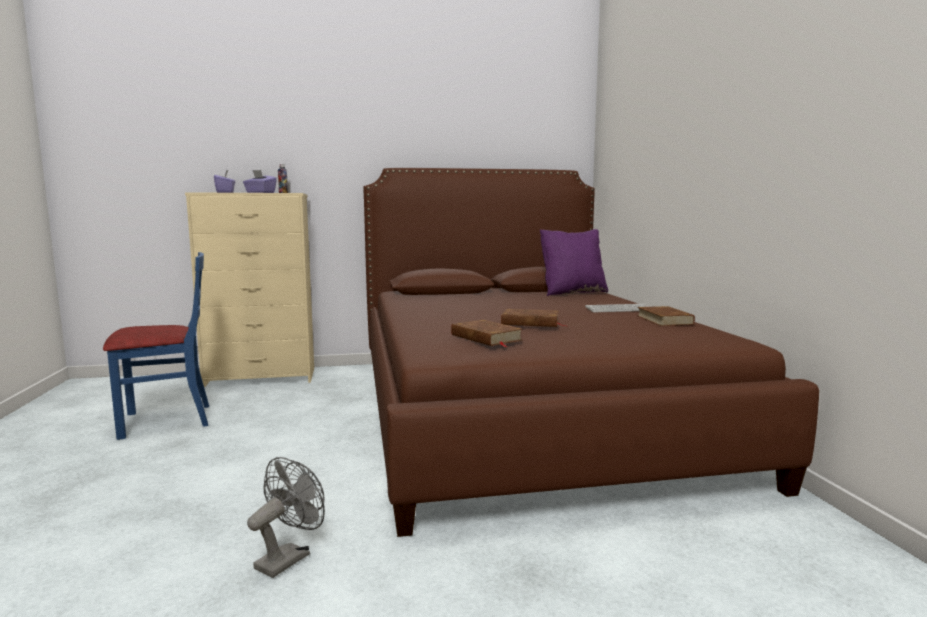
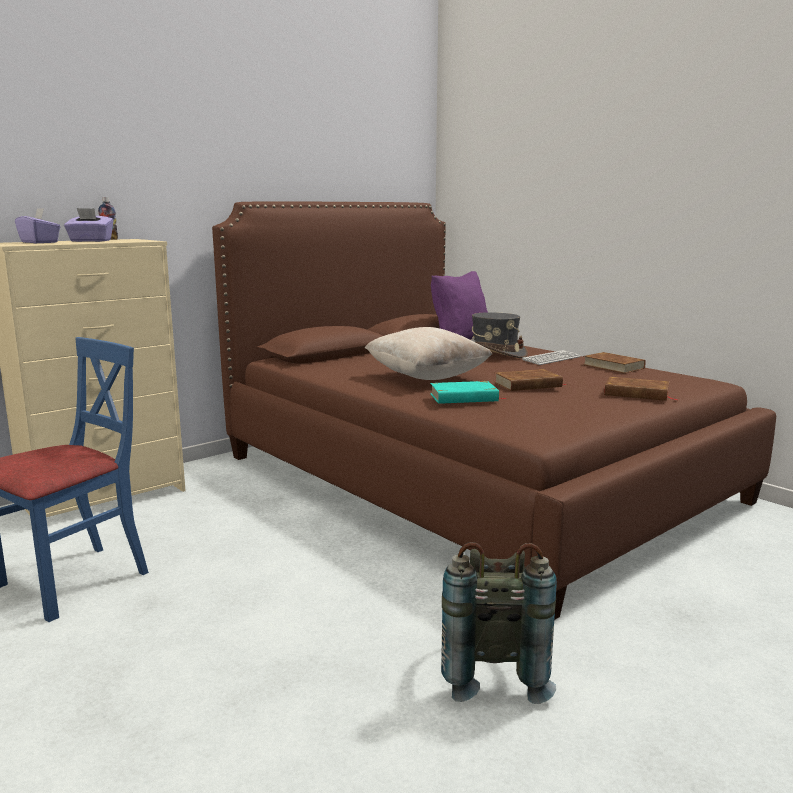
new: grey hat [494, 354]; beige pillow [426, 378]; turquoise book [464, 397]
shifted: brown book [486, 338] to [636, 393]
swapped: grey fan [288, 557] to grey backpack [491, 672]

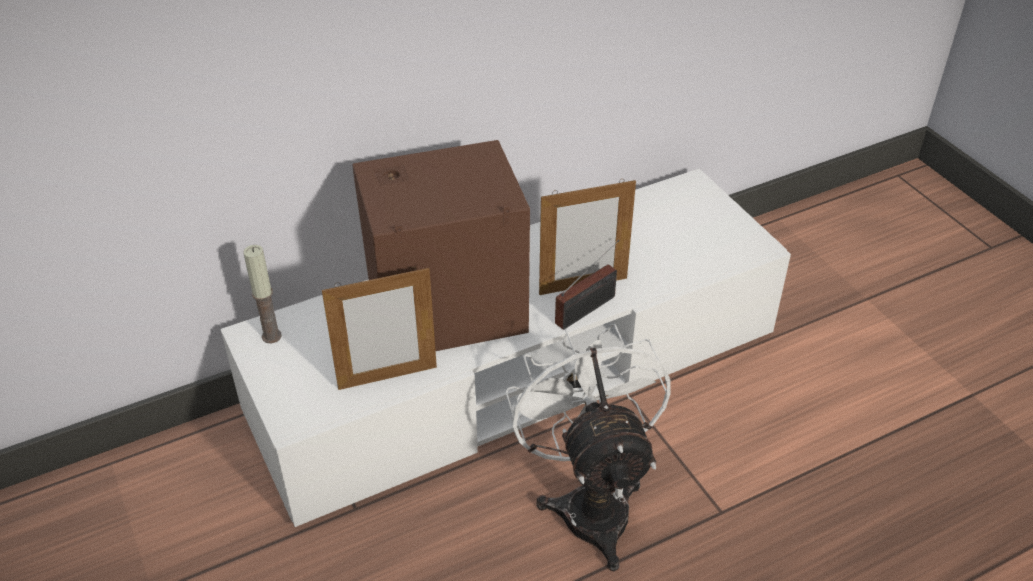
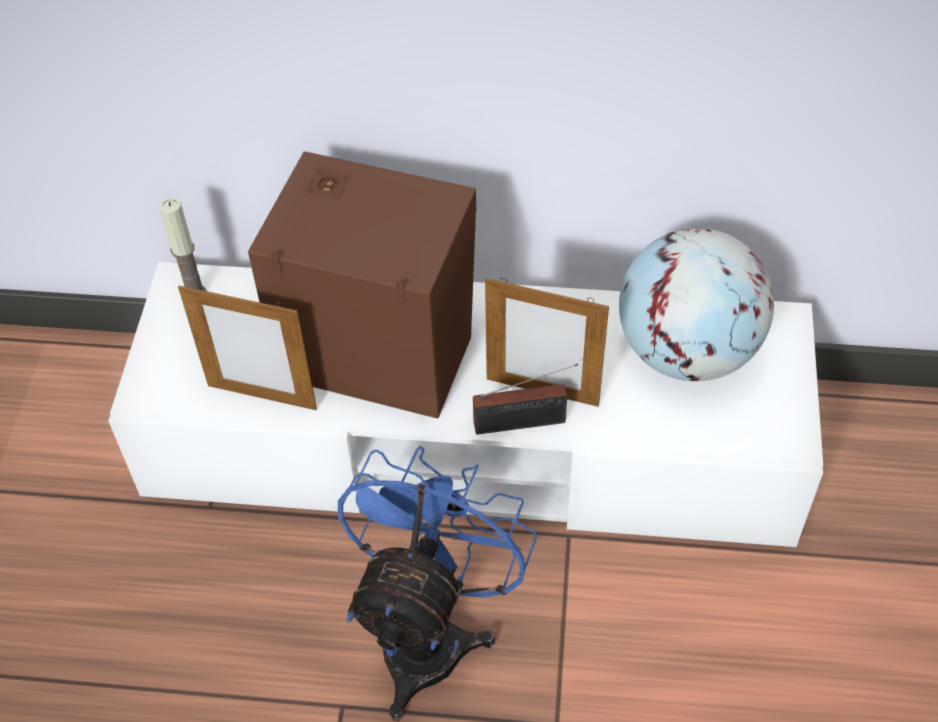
new: globe [687, 351]
repainted: white fan [590, 502] to blue fan [430, 632]

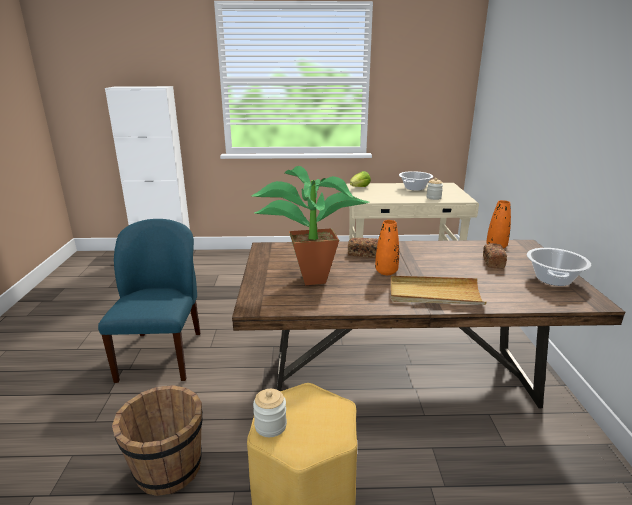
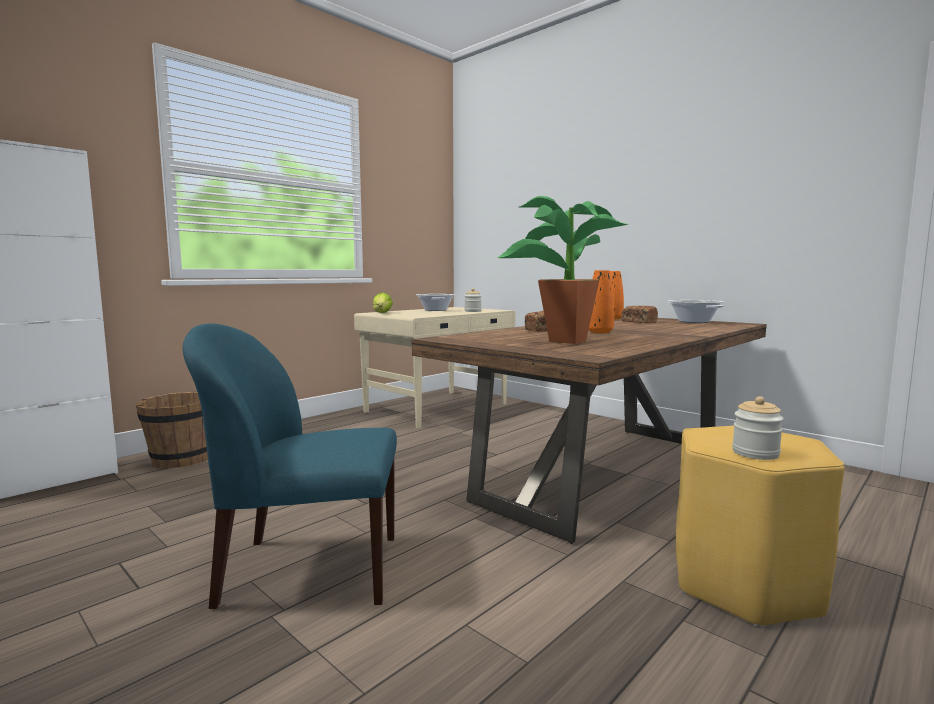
gone: beige tray [434, 294]
shifted: brown bucket [168, 468] to [182, 459]
rotated: blue chair [162, 355] = [307, 570] 45 degrees counterclockwise

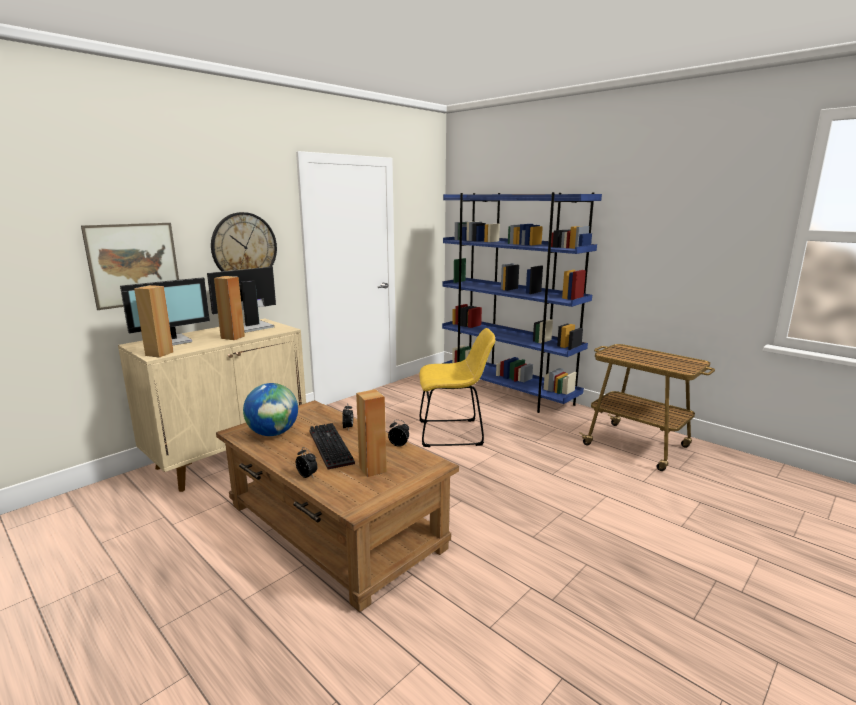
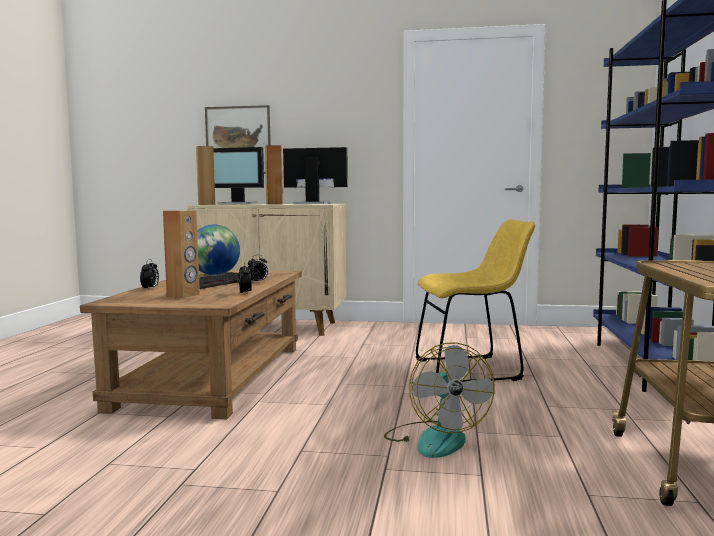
gone: wall clock [244, 247]
new: fan [435, 438]
rotated: yellow chair [454, 433] = [472, 370] 60 degrees counterclockwise

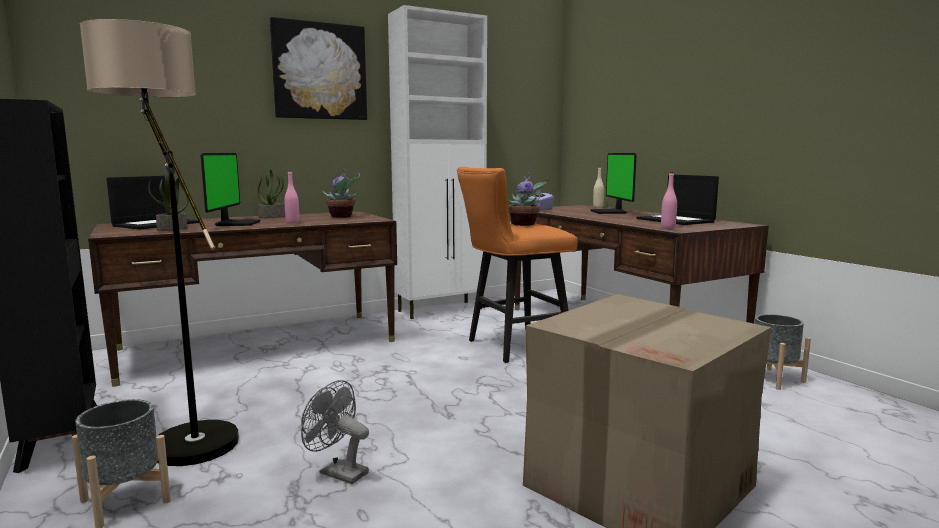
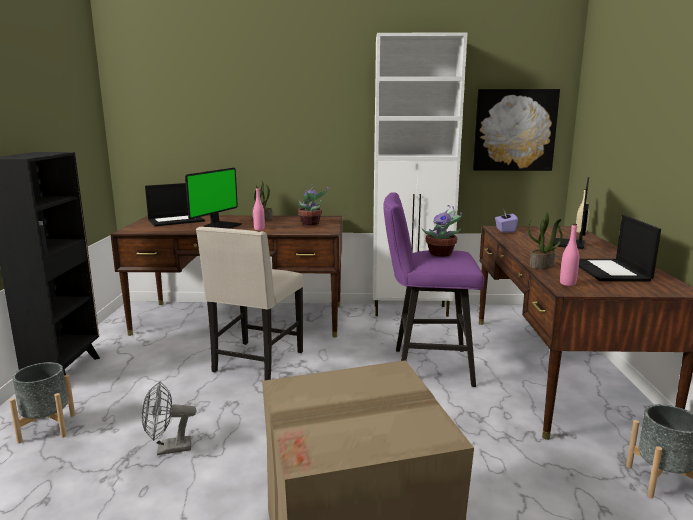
gone: floor lamp [184, 434]
new: beige chair [256, 362]
shifted: picture [319, 71] to [514, 130]; potted plant [172, 229] to [542, 266]
repainted: orange stool [512, 347] to purple stool [425, 366]
rotated: grey fan [337, 472] = [168, 449] 75 degrees counterclockwise

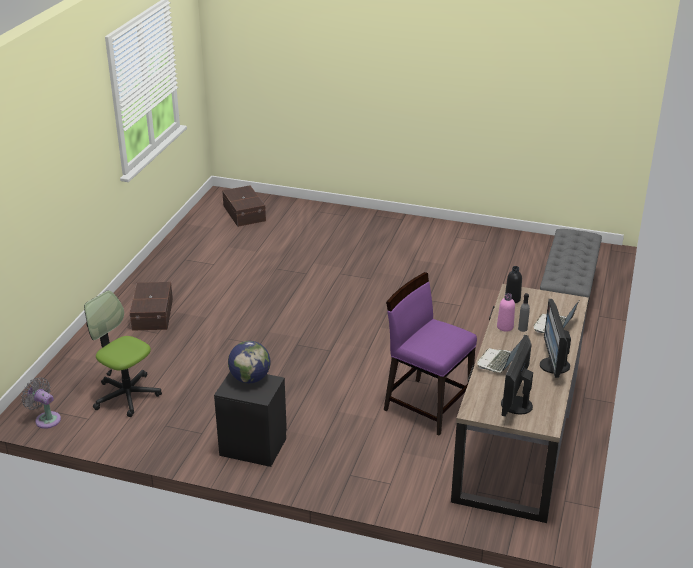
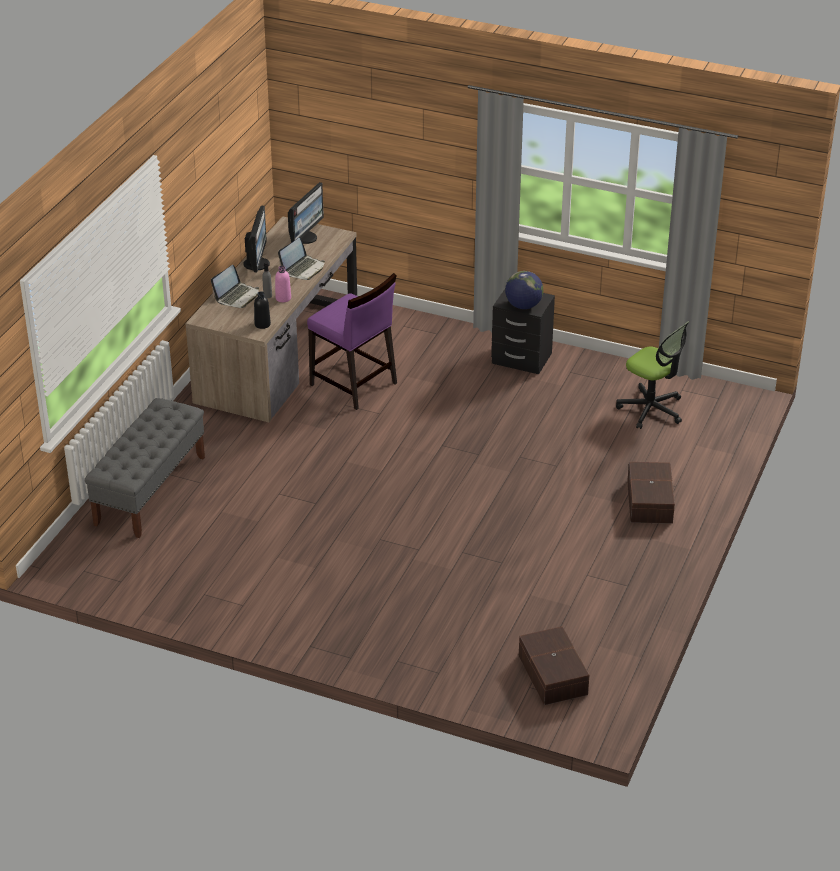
gone: grey fan [46, 419]

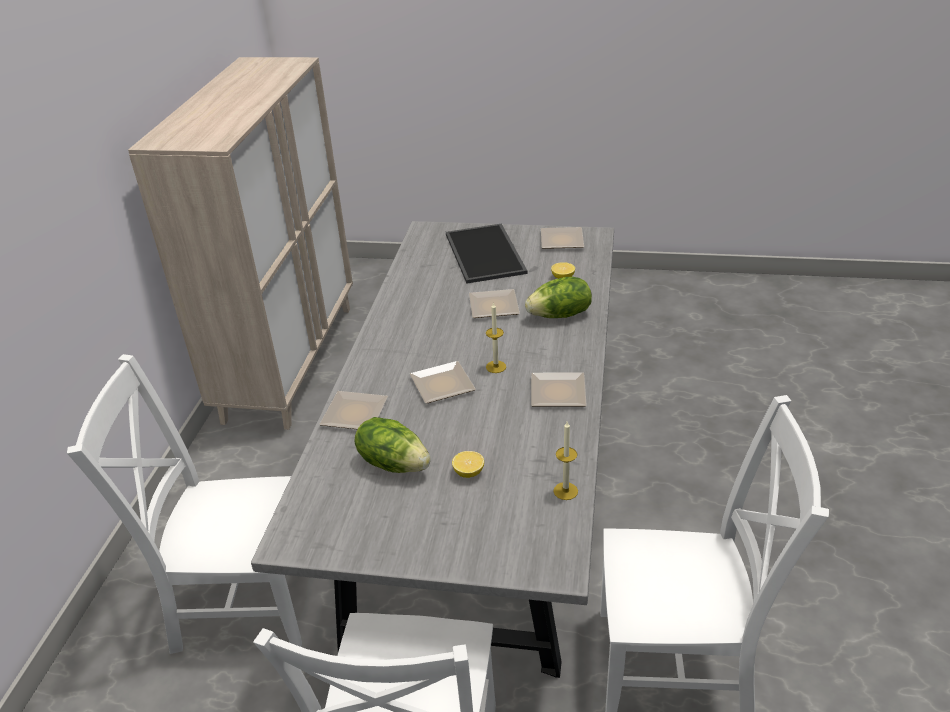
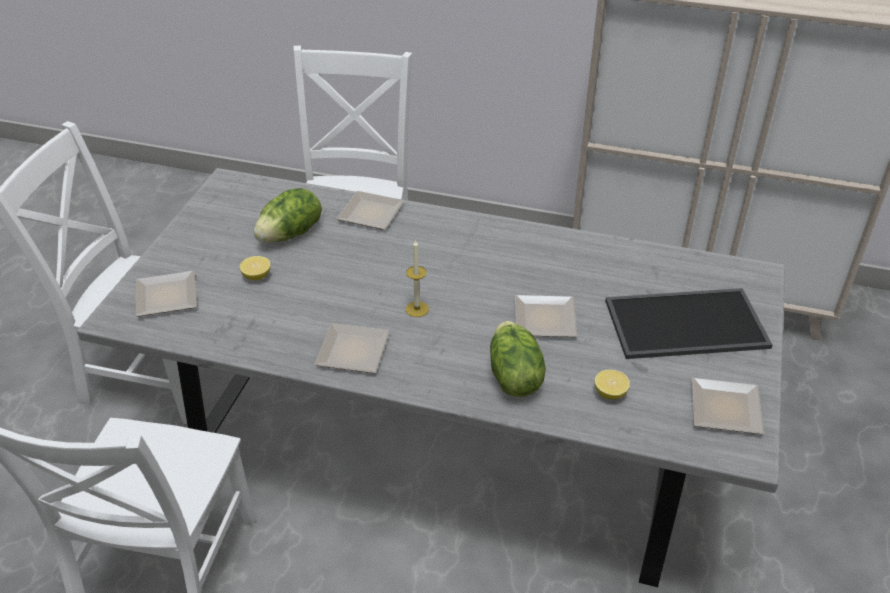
gone: candle [565, 491]
shifted: plate [441, 386] to [164, 296]

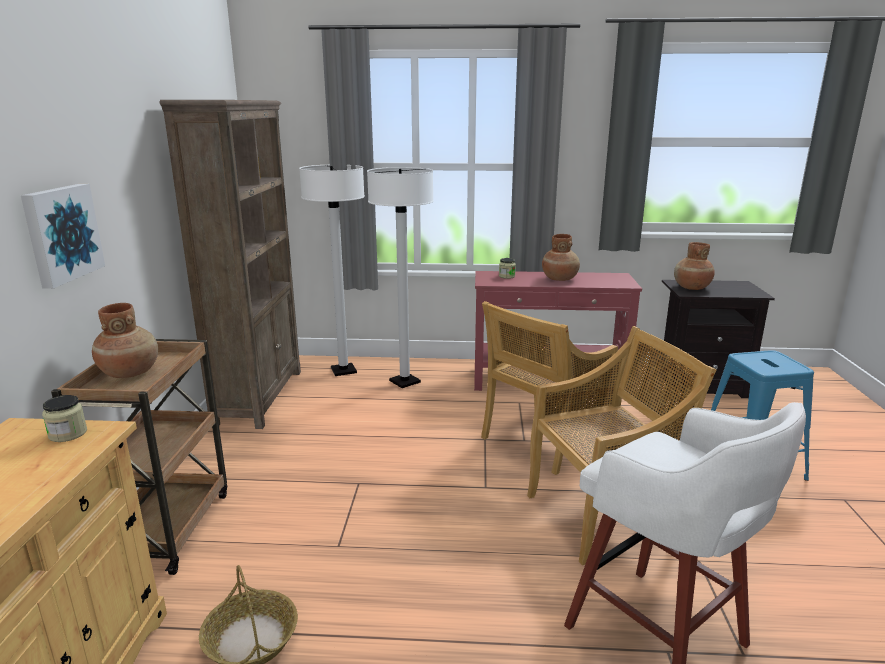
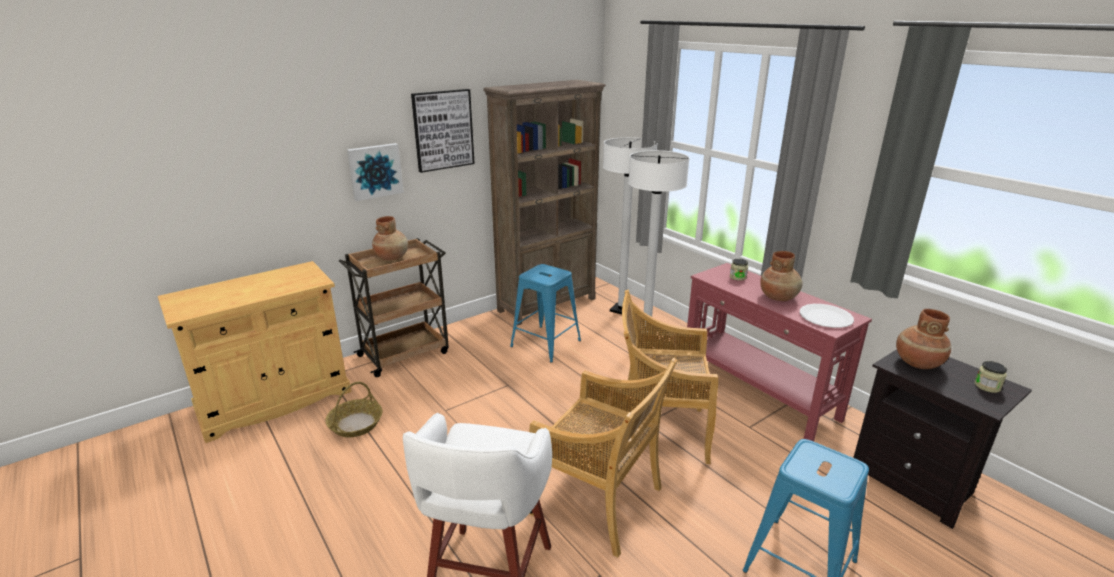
new: picture [443, 130]; blue stool [545, 343]; white plate [826, 317]
shifted: jar [68, 434] to [987, 386]

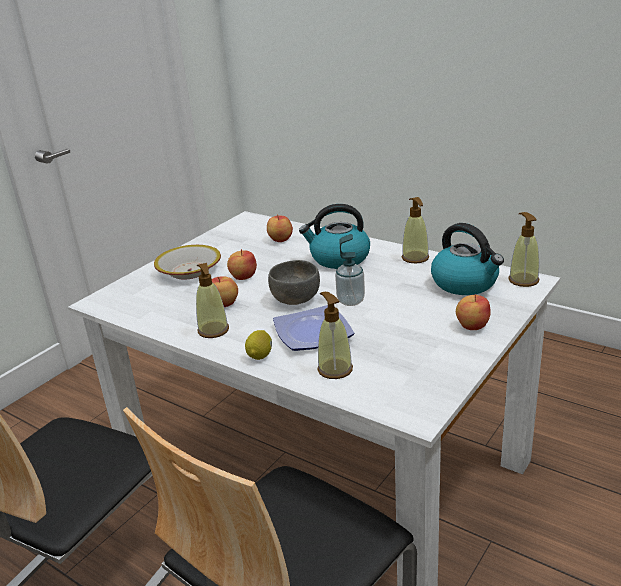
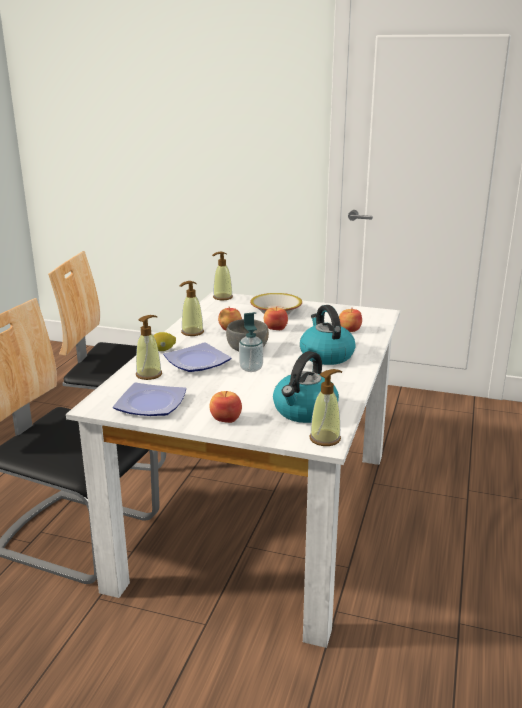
new: plate [151, 405]
shifted: soap dispenser [415, 258] to [222, 297]

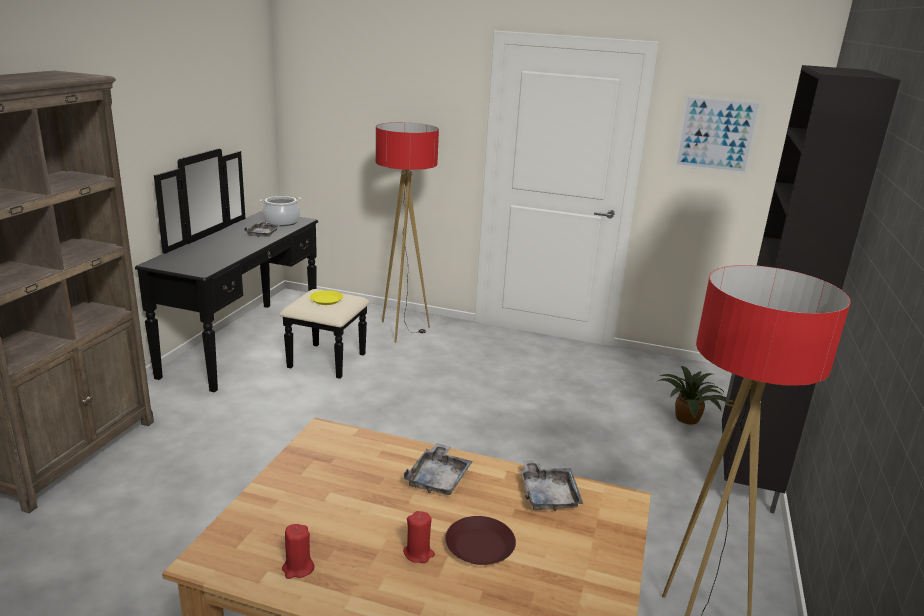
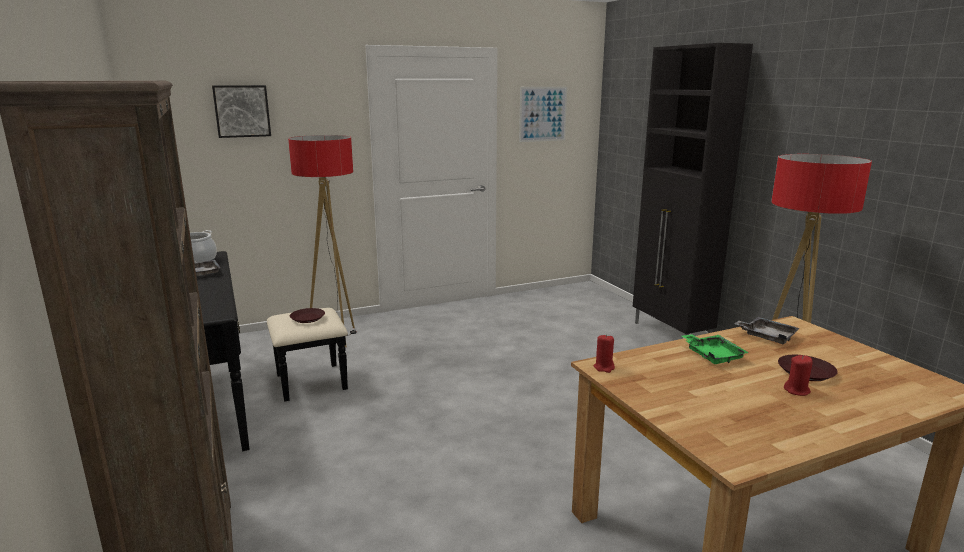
gone: potted plant [689, 419]
new: picture [242, 111]
shifted: red candle [298, 568] to [604, 367]
repainted: yellow plate [326, 300] to brown plate [307, 318]; grey tray [439, 479] to green tray [712, 355]

